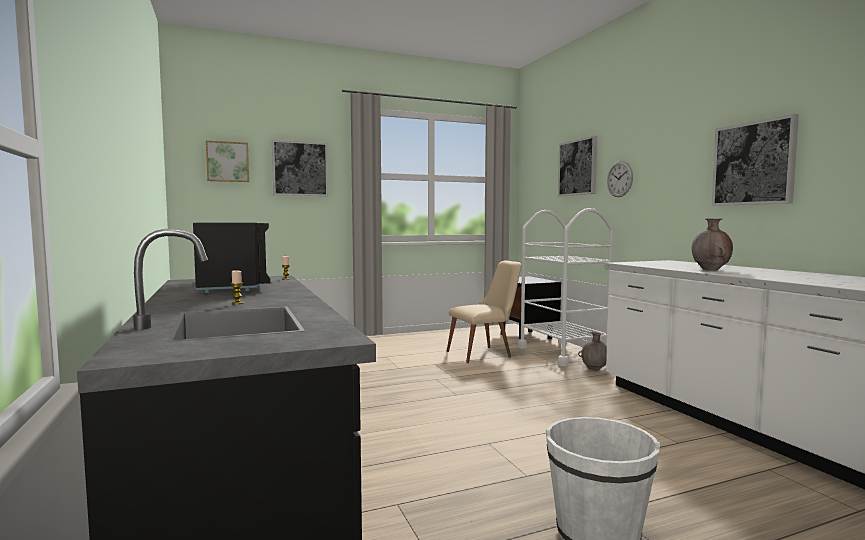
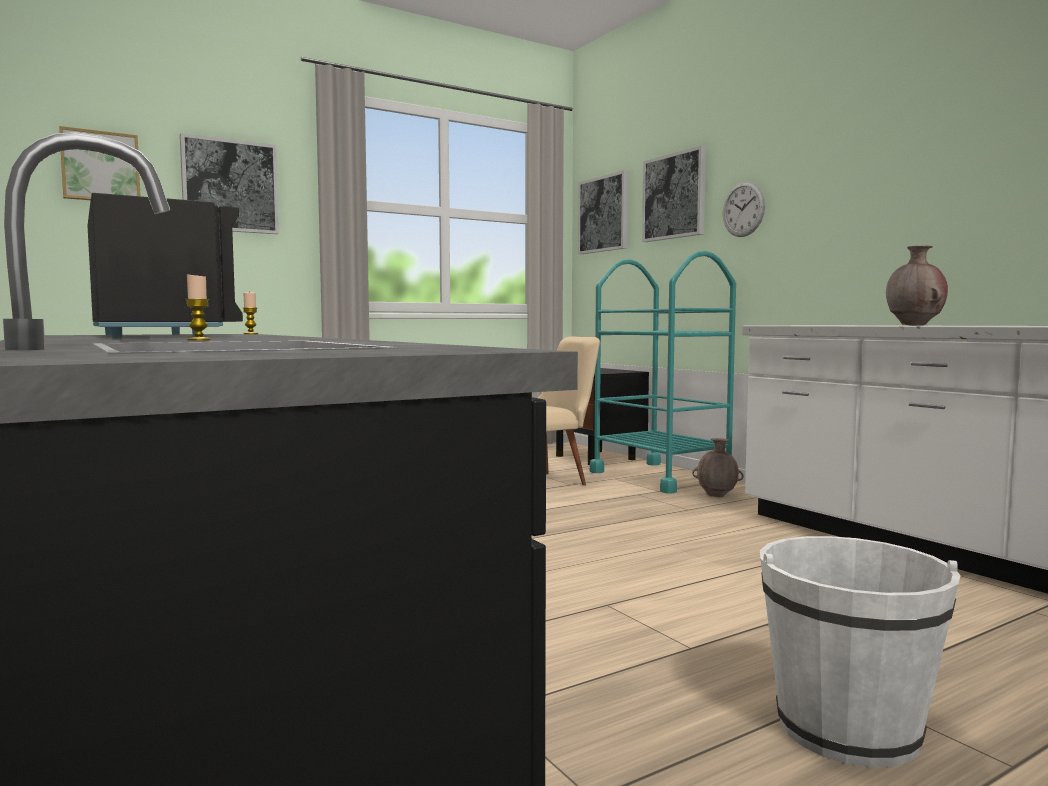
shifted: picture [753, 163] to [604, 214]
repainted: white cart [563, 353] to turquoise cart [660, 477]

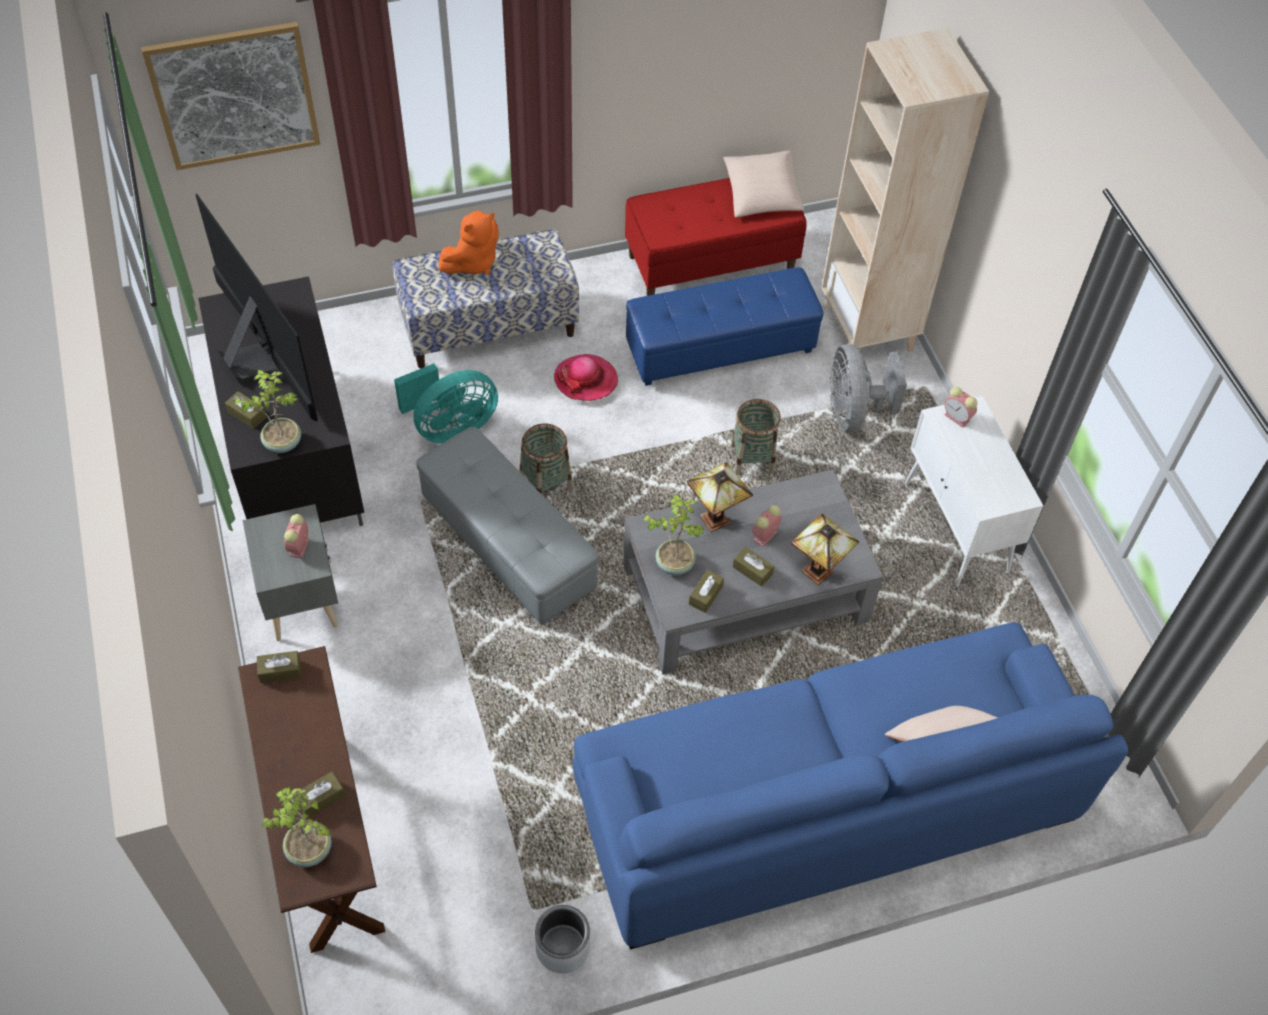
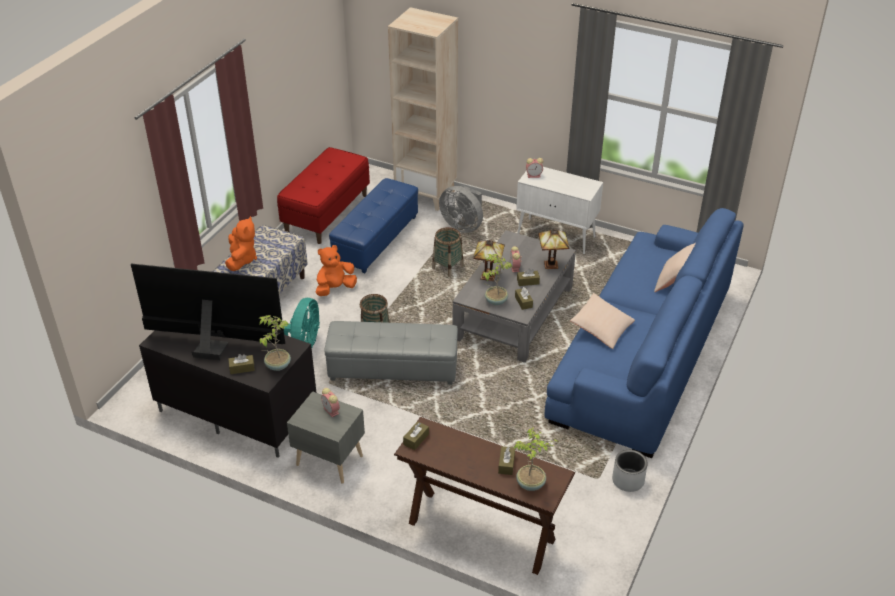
gone: picture [234, 95]
shifted: beige pillow [761, 194] to [601, 328]
swapped: hat [586, 380] to orange plush toy [335, 288]

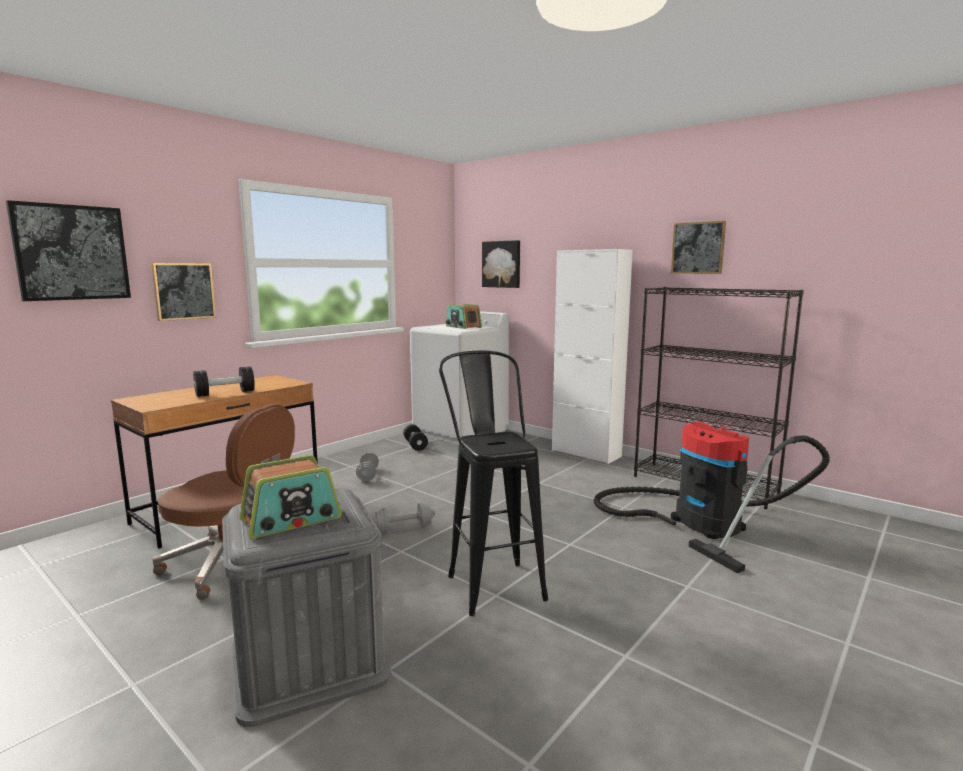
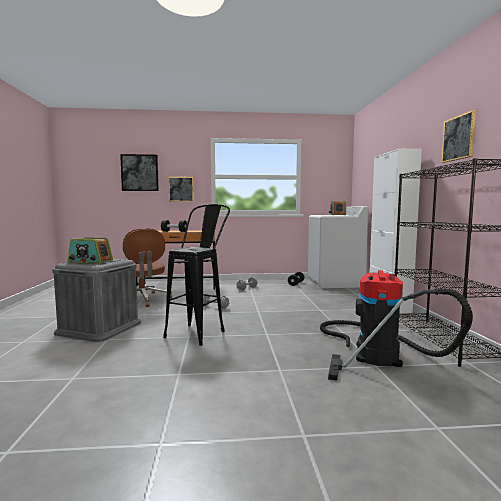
gone: picture [502, 264]

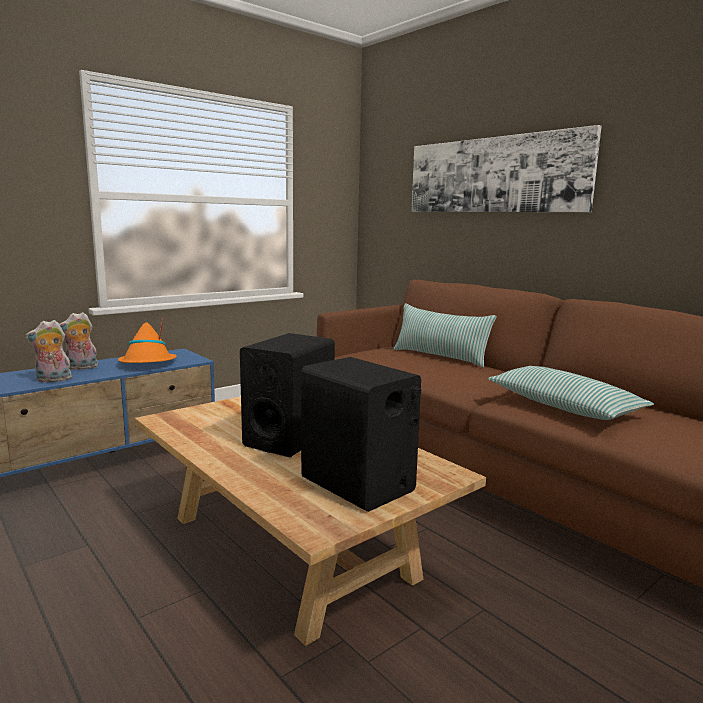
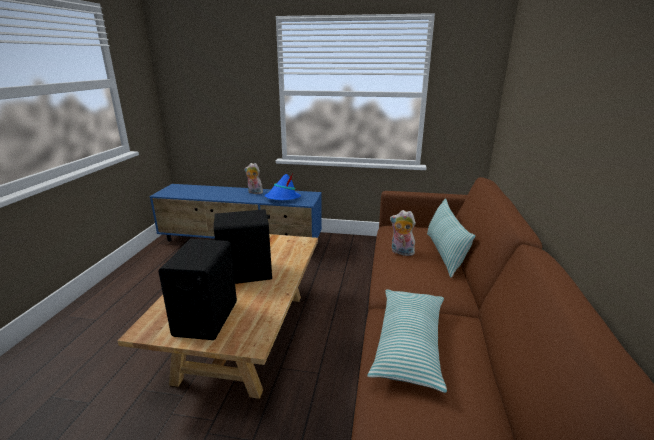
gone: picture [493, 175]
shifted: plush toy [53, 380] to [401, 252]
repainted: orange hat [148, 363] to blue hat [282, 198]

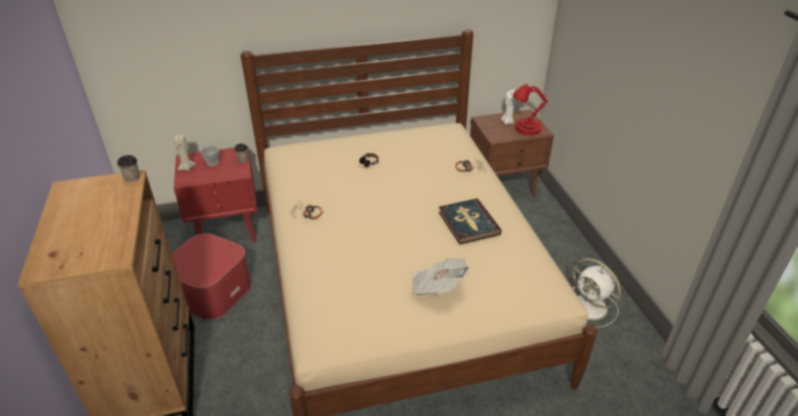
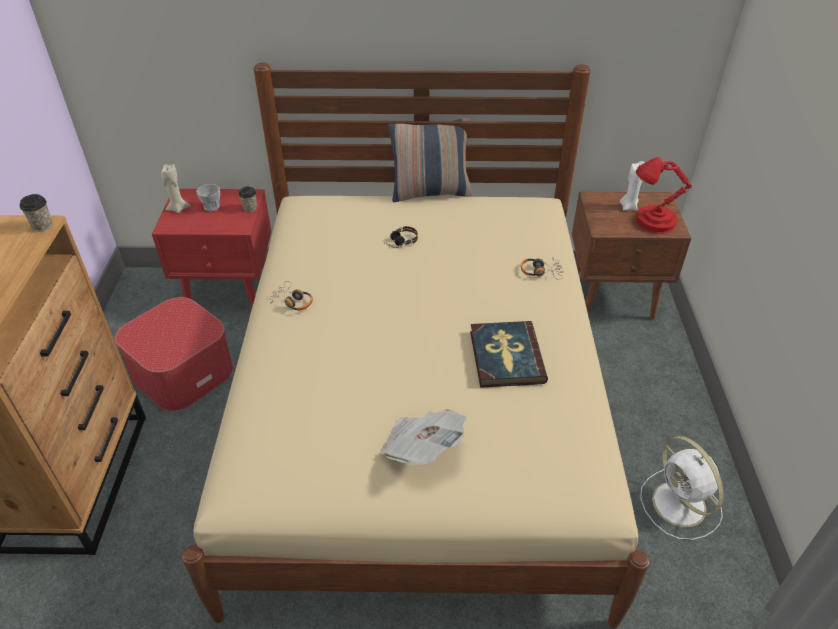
new: pillow [430, 192]

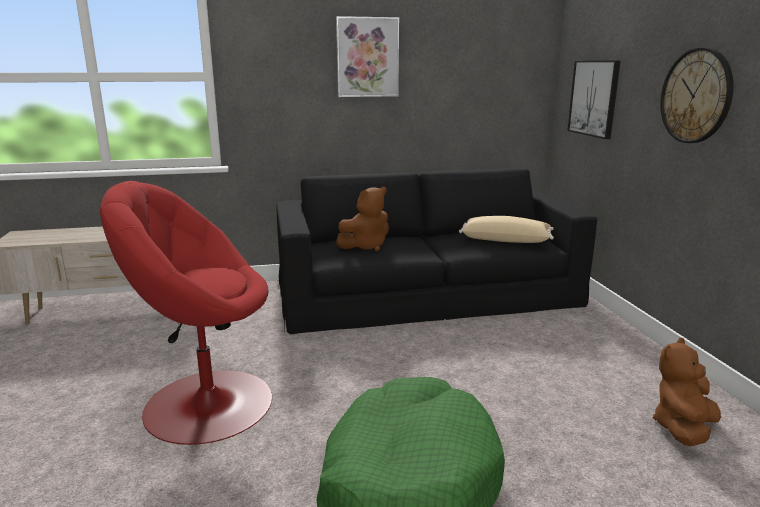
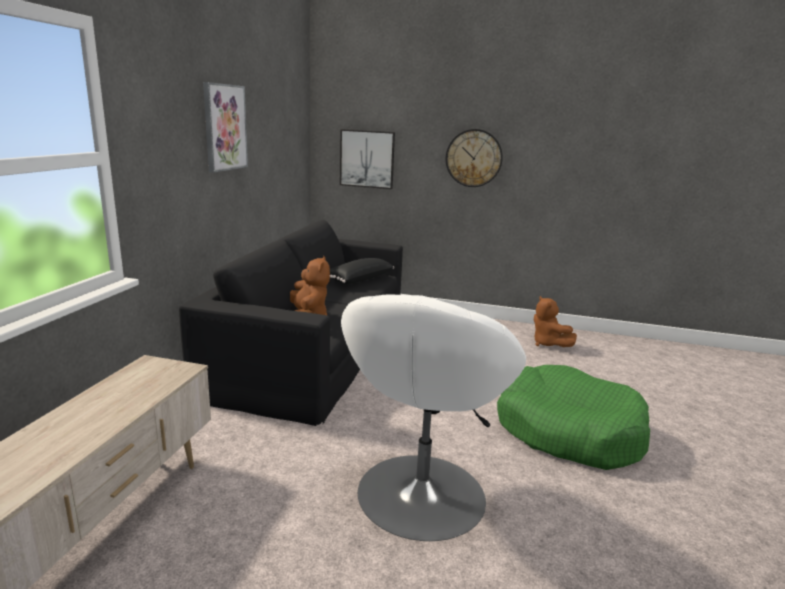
repainted: red armchair [206, 403] to white armchair [419, 495]; beige pillow [505, 240] to black pillow [358, 279]

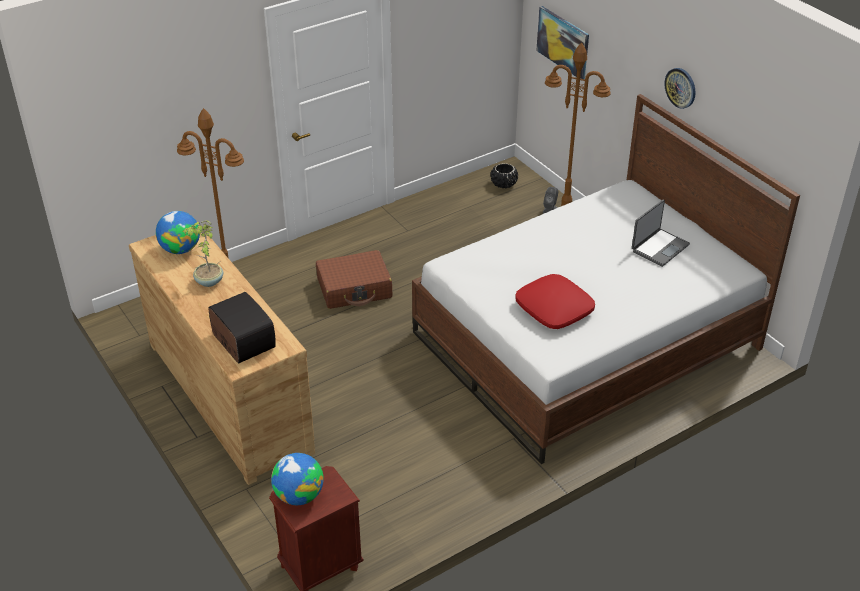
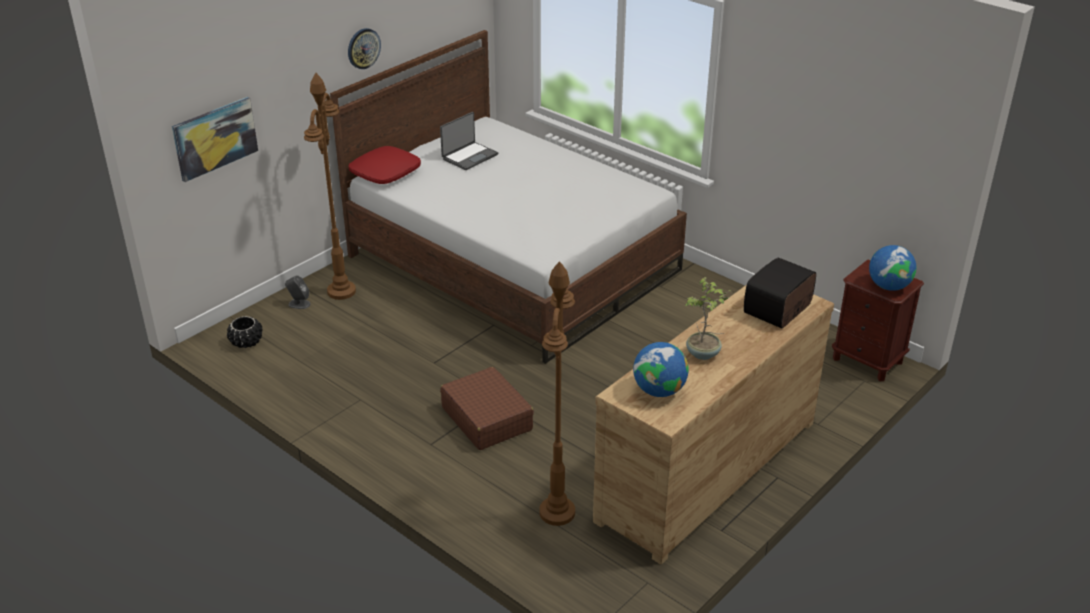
shifted: red pillow [554, 309] to [385, 172]
rotated: laptop [659, 248] = [469, 156] 105 degrees clockwise

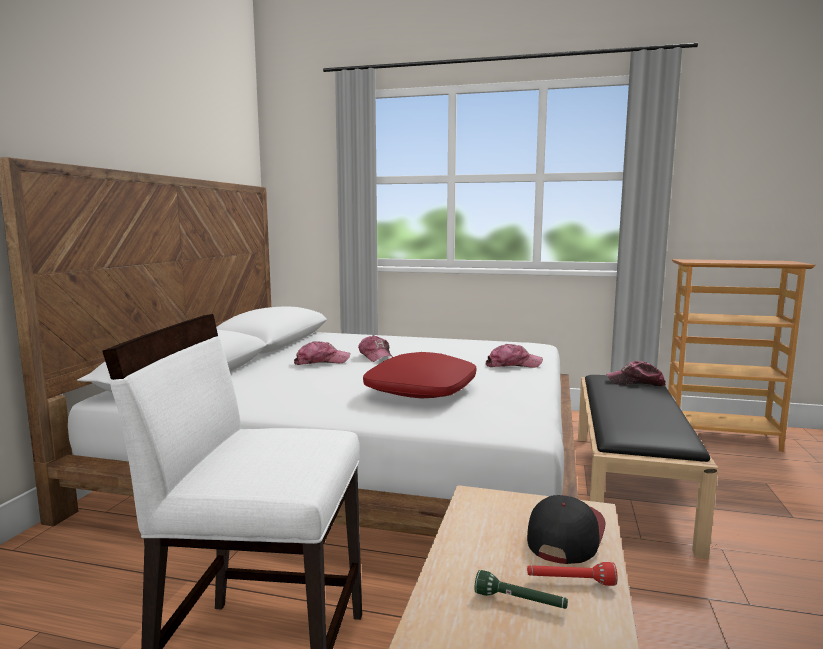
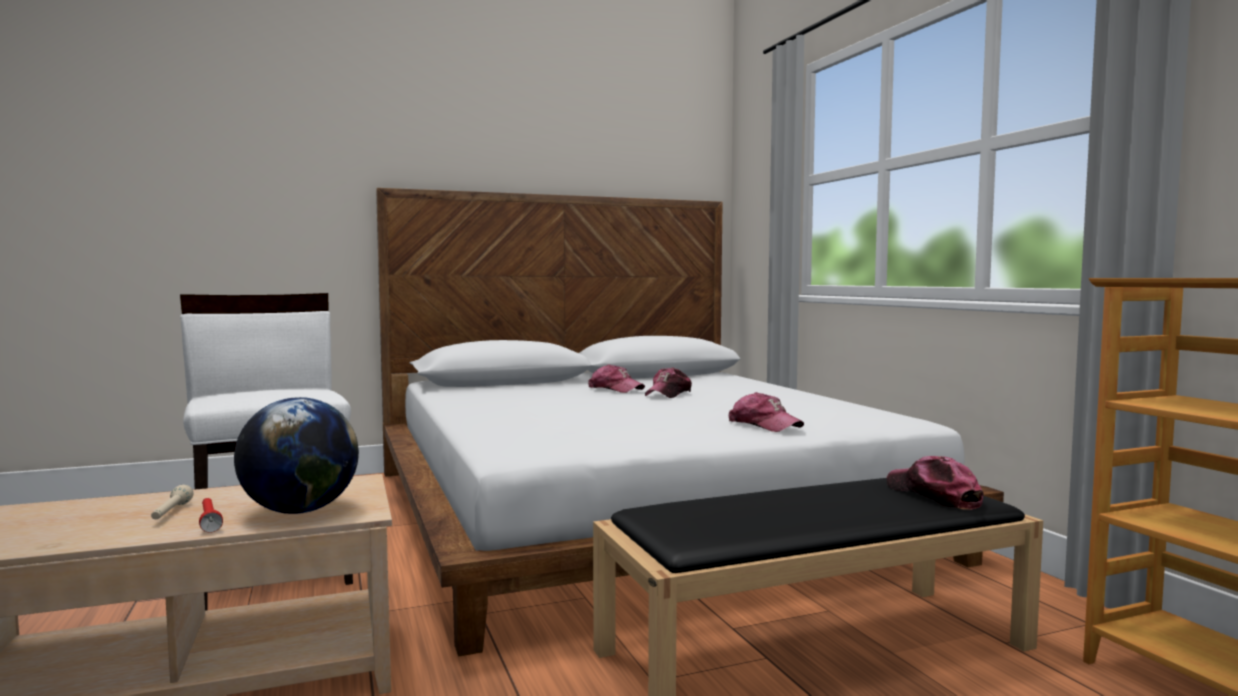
gone: red pillow [420, 389]
swapped: cap [565, 534] to globe [300, 511]
repainted: green flashlight [520, 602] to beige flashlight [170, 513]

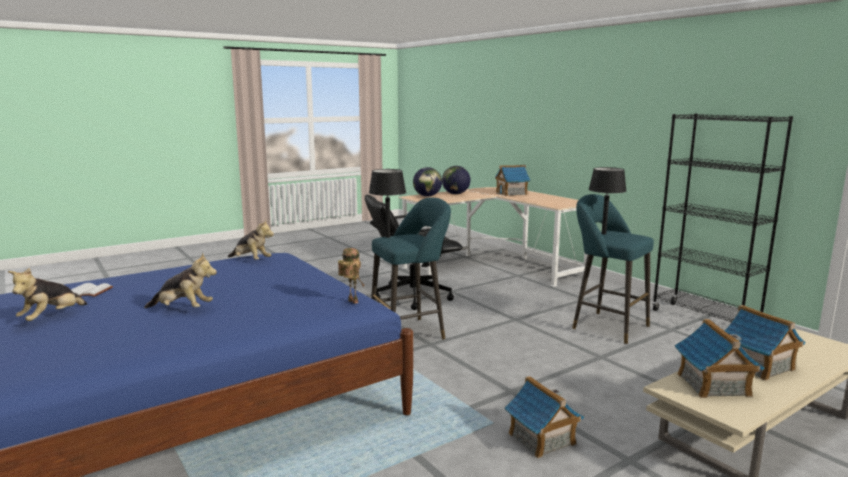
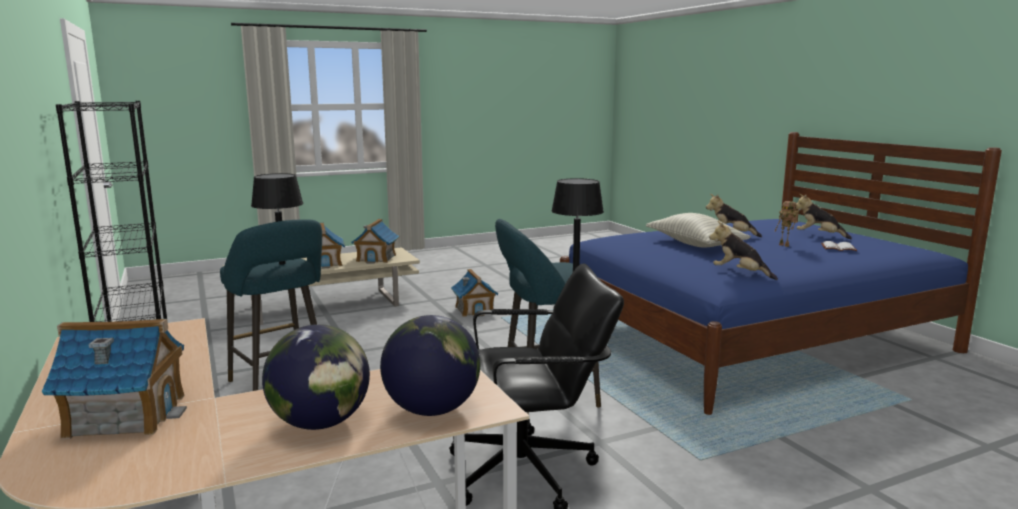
new: pillow [695, 244]
shifted: toy robot [351, 302] to [785, 245]
rotated: plush toy [51, 317] = [819, 236] 90 degrees counterclockwise

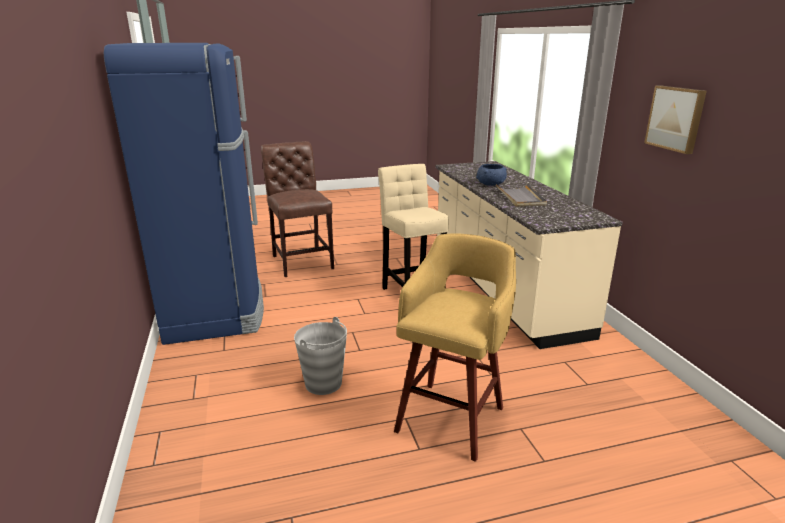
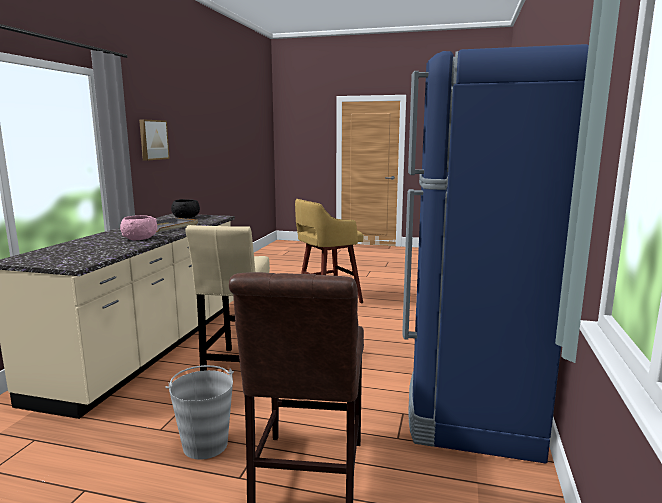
new: black bowl [186, 217]
shifted: grey bucket [323, 383] to [205, 445]
repainted: blue bowl [490, 184] to pink bowl [140, 238]

